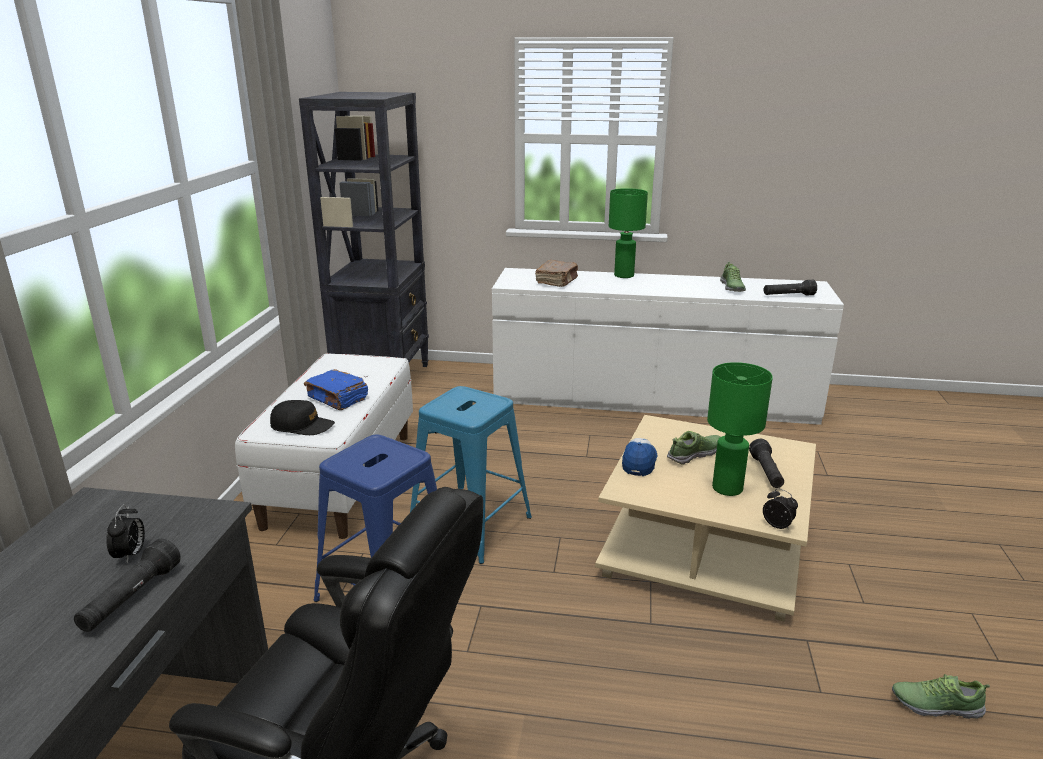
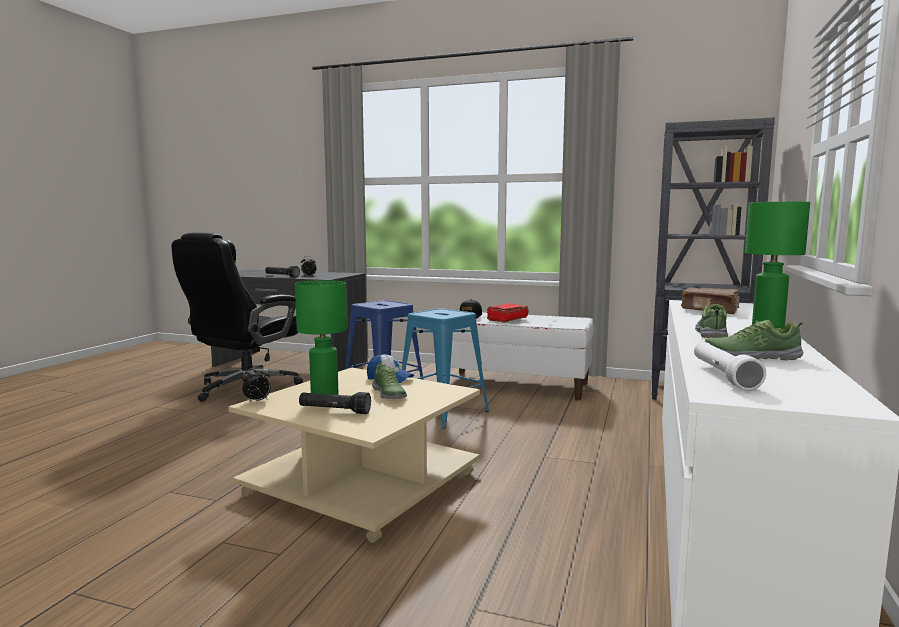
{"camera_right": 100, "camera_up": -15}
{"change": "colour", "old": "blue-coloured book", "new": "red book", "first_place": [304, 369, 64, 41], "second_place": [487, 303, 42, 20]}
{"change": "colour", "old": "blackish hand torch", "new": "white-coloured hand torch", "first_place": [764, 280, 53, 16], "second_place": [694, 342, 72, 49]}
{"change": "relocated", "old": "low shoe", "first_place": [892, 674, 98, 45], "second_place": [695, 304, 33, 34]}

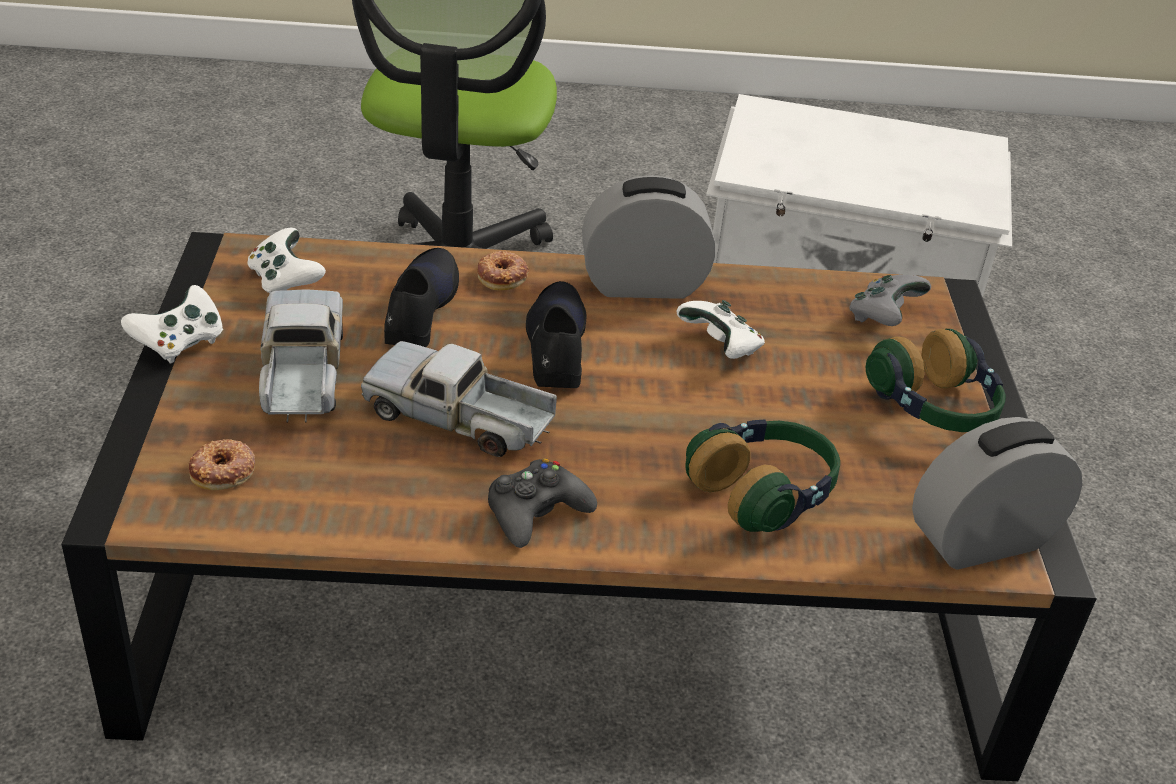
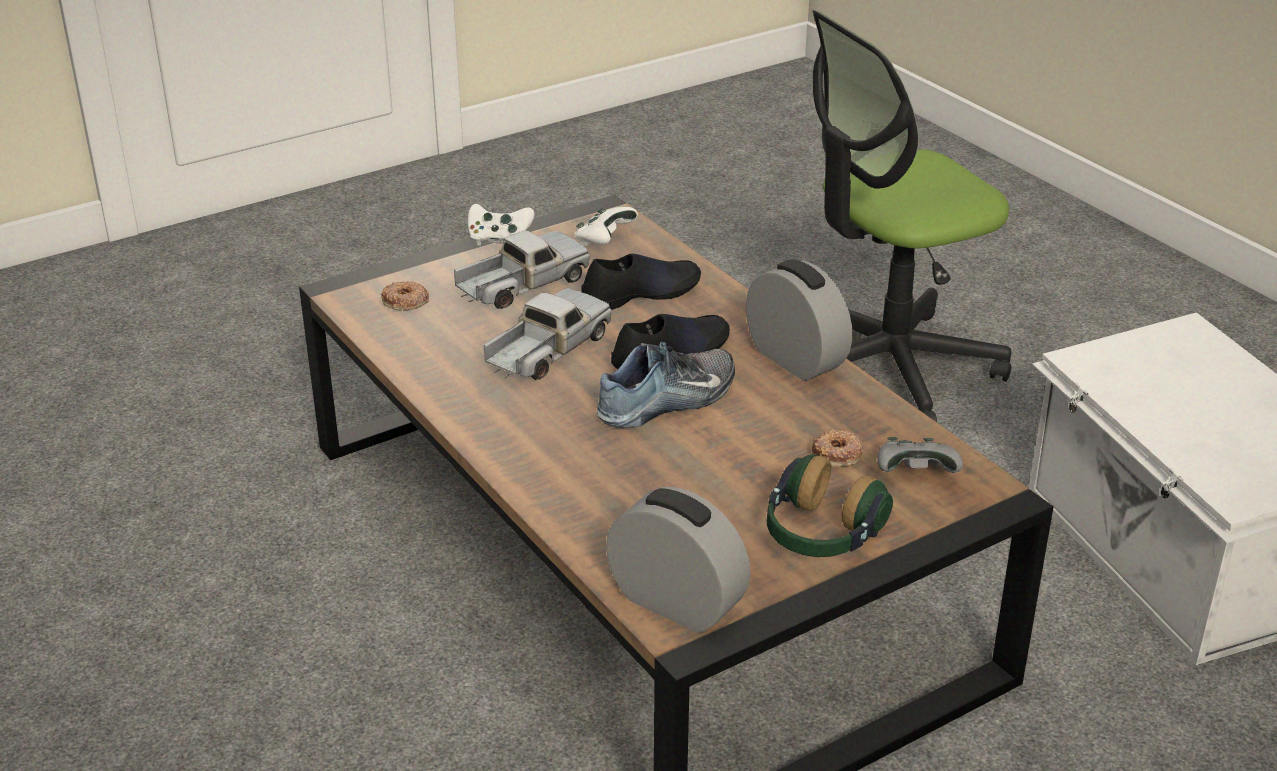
{"camera_right": 60, "camera_up": -5}
{"change": "spun", "old": "toy truck", "first_place": [361, 341, 196, 116], "second_place": [483, 288, 129, 92], "degrees": 45}
{"change": "relocated", "old": "doughnut", "first_place": [477, 251, 52, 40], "second_place": [812, 430, 52, 37]}
{"change": "missing", "old": "blackish joypad", "first_place": [488, 458, 109, 90]}
{"change": "missing", "old": "white-coloured joypad", "first_place": [676, 300, 89, 59]}
{"change": "missing", "old": "headset", "first_place": [685, 420, 155, 112]}
{"change": "appeared", "new": "low shoe", "second_place": [597, 342, 138, 86]}

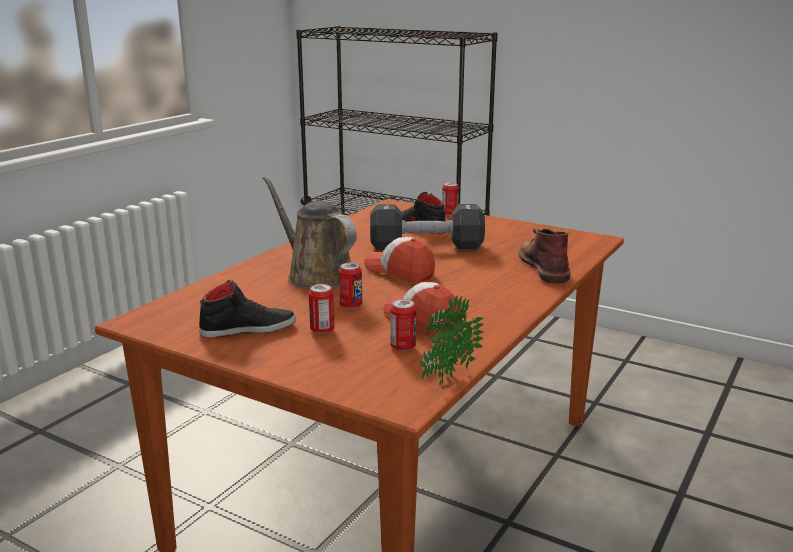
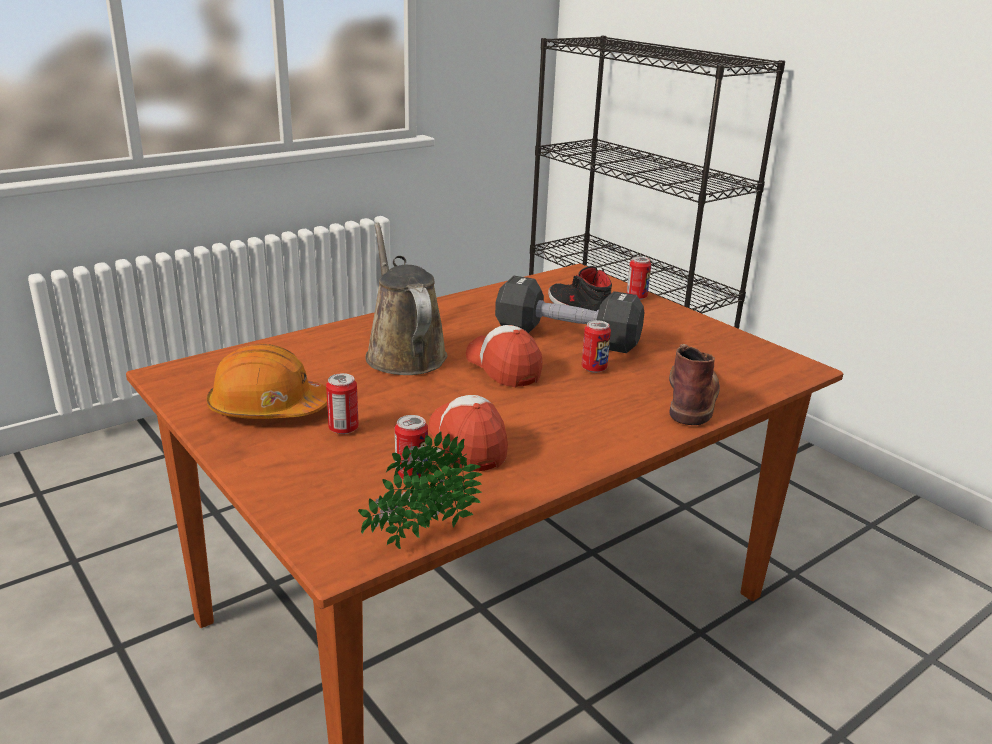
{"camera_right": 20, "camera_up": 5}
{"change": "exchanged", "old": "blackish low shoe", "new": "orange-coloured hard hat", "first_place": [199, 280, 97, 59], "second_place": [206, 343, 121, 76]}
{"change": "relocated", "old": "can", "first_place": [339, 263, 23, 46], "second_place": [582, 320, 29, 53]}

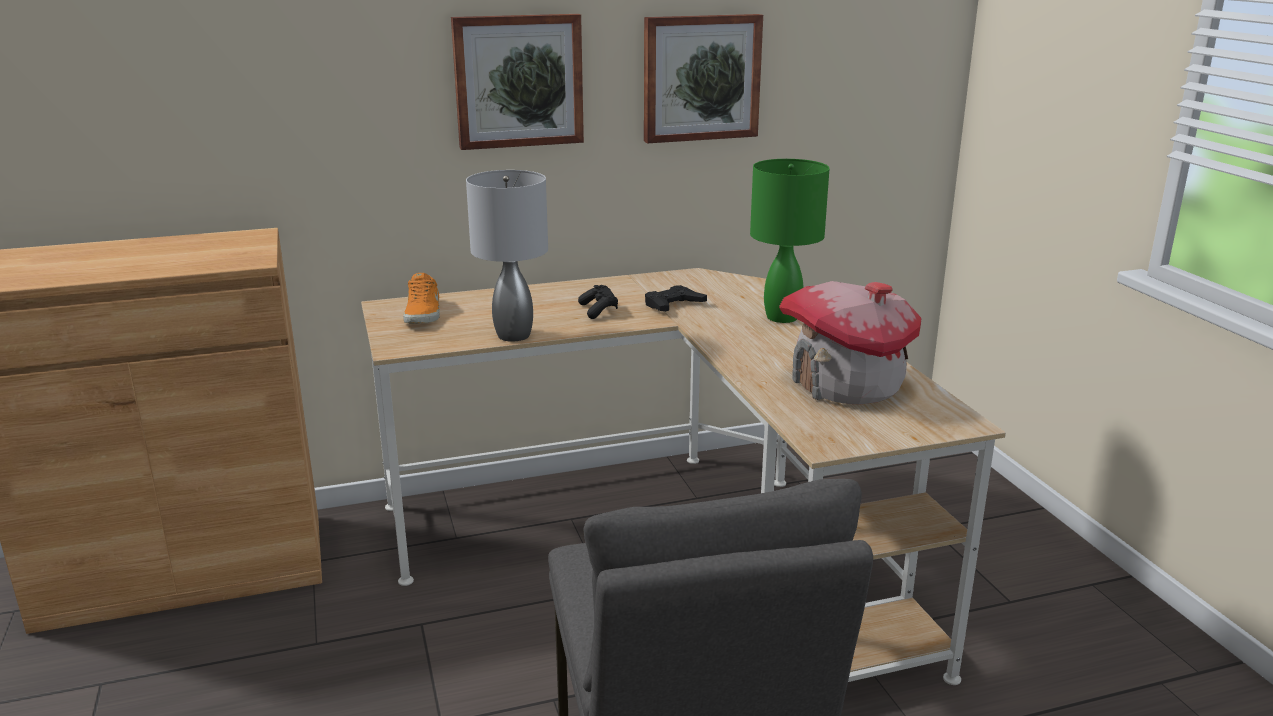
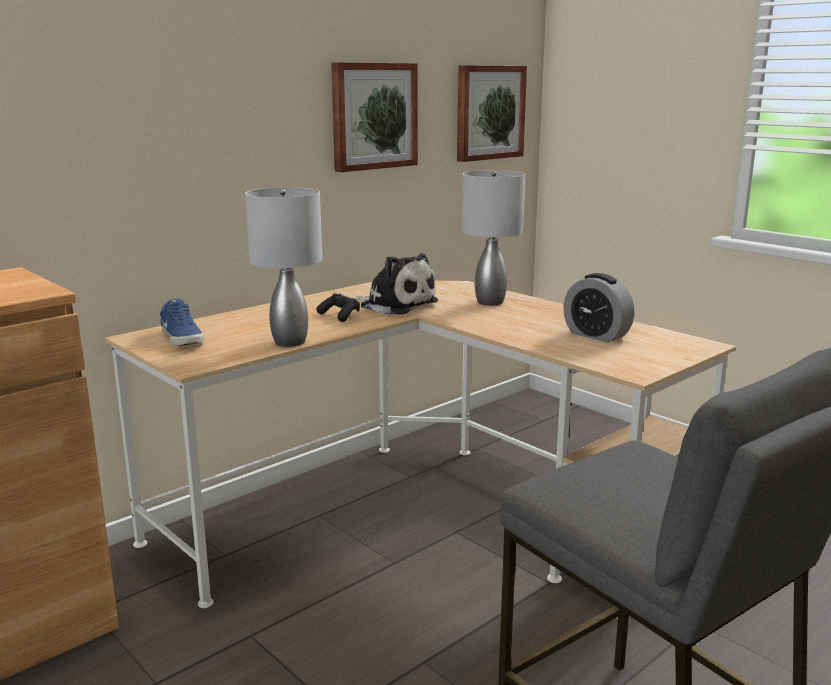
{"camera_right": -25, "camera_up": -5}
{"change": "colour", "old": "orange-coloured low shoe", "new": "blue-coloured low shoe", "first_place": [403, 273, 37, 50], "second_place": [160, 299, 44, 47]}
{"change": "relocated", "old": "wall art", "first_place": [451, 14, 133, 136], "second_place": [457, 65, 70, 97]}
{"change": "exchanged", "old": "blackish joypad", "new": "plush toy", "first_place": [645, 285, 62, 27], "second_place": [353, 253, 85, 62]}
{"change": "colour", "old": "green tabletop lamp", "new": "greyish tabletop lamp", "first_place": [750, 159, 80, 164], "second_place": [462, 170, 63, 135]}
{"change": "exchanged", "old": "miniature house", "new": "bedside clock", "first_place": [779, 281, 142, 123], "second_place": [563, 273, 71, 70]}

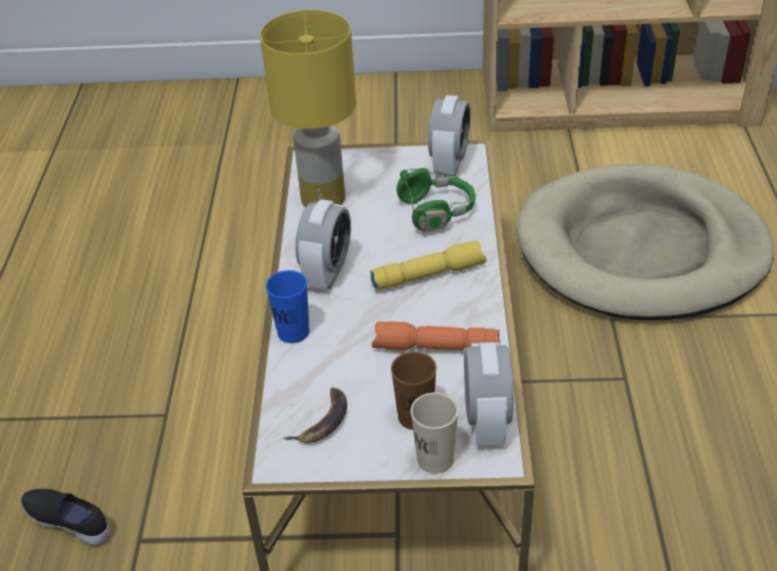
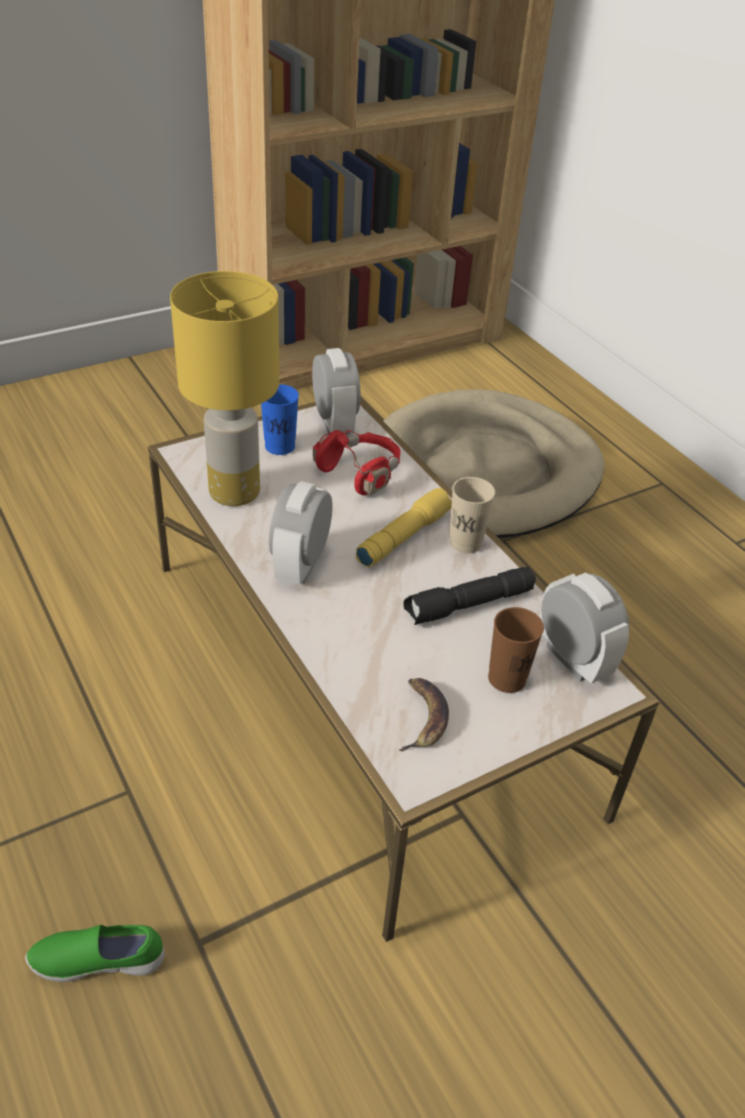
{"camera_right": -35, "camera_up": 0}
{"change": "colour", "old": "blackish low shoe", "new": "green low shoe", "first_place": [21, 489, 89, 56], "second_place": [25, 925, 139, 57]}
{"change": "relocated", "old": "blue-coloured cup", "first_place": [266, 270, 43, 73], "second_place": [261, 384, 38, 71]}
{"change": "spun", "old": "bedside clock", "first_place": [295, 199, 56, 90], "second_place": [269, 481, 64, 104], "degrees": -150}
{"change": "colour", "old": "orange-coloured hand torch", "new": "blackish hand torch", "first_place": [372, 321, 128, 29], "second_place": [403, 567, 133, 58]}
{"change": "colour", "old": "green headset", "new": "red headset", "first_place": [397, 168, 79, 64], "second_place": [313, 430, 88, 65]}
{"change": "relocated", "old": "beige cup", "first_place": [411, 393, 47, 81], "second_place": [449, 477, 46, 77]}

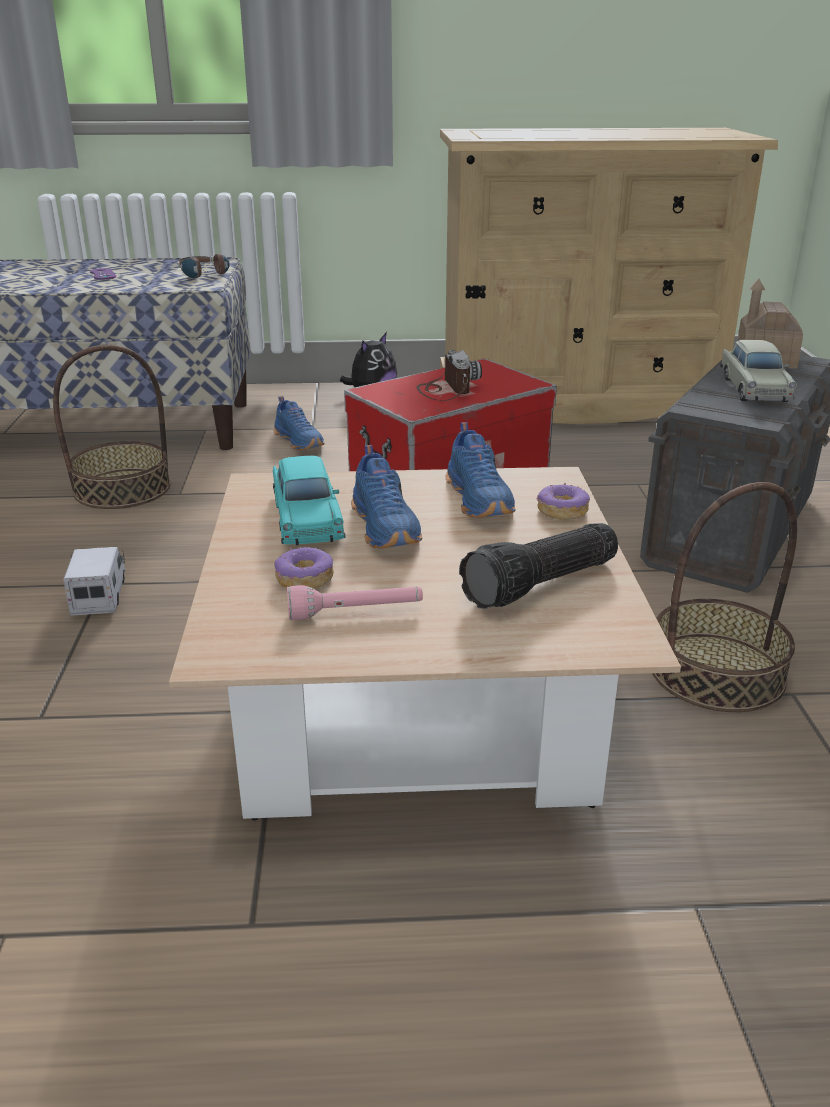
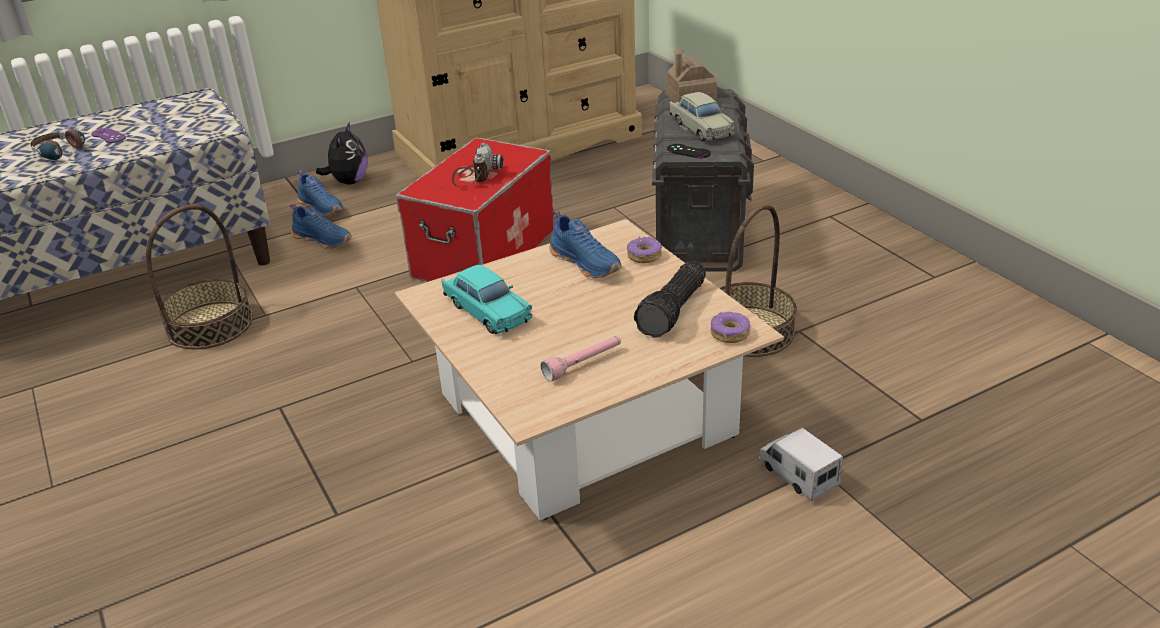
{"camera_right": -25, "camera_up": 5}
{"change": "relocated", "old": "toy truck", "first_place": [63, 547, 63, 69], "second_place": [759, 428, 84, 74]}
{"change": "relocated", "old": "headset", "first_place": [178, 254, 52, 24], "second_place": [31, 129, 54, 31]}
{"change": "relocated", "old": "doughnut", "first_place": [274, 546, 60, 43], "second_place": [711, 312, 39, 31]}
{"change": "relocated", "old": "blue-coloured low shoe", "first_place": [351, 445, 71, 104], "second_place": [297, 171, 47, 46]}
{"change": "spun", "old": "still camera", "first_place": [416, 350, 66, 51], "second_place": [452, 143, 51, 44], "degrees": 45}
{"change": "appeared", "new": "blackish joypad", "second_place": [667, 144, 44, 14]}

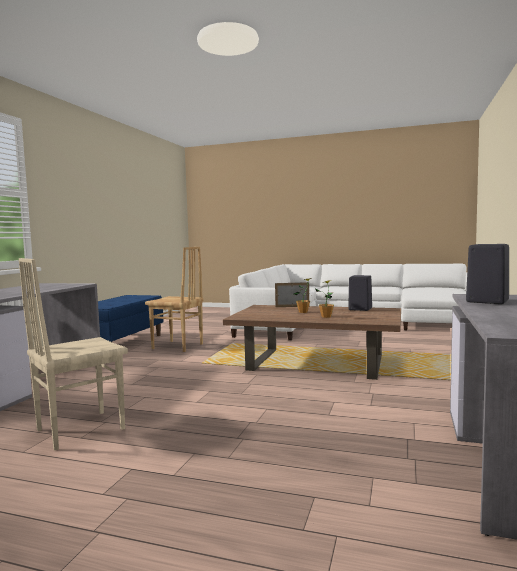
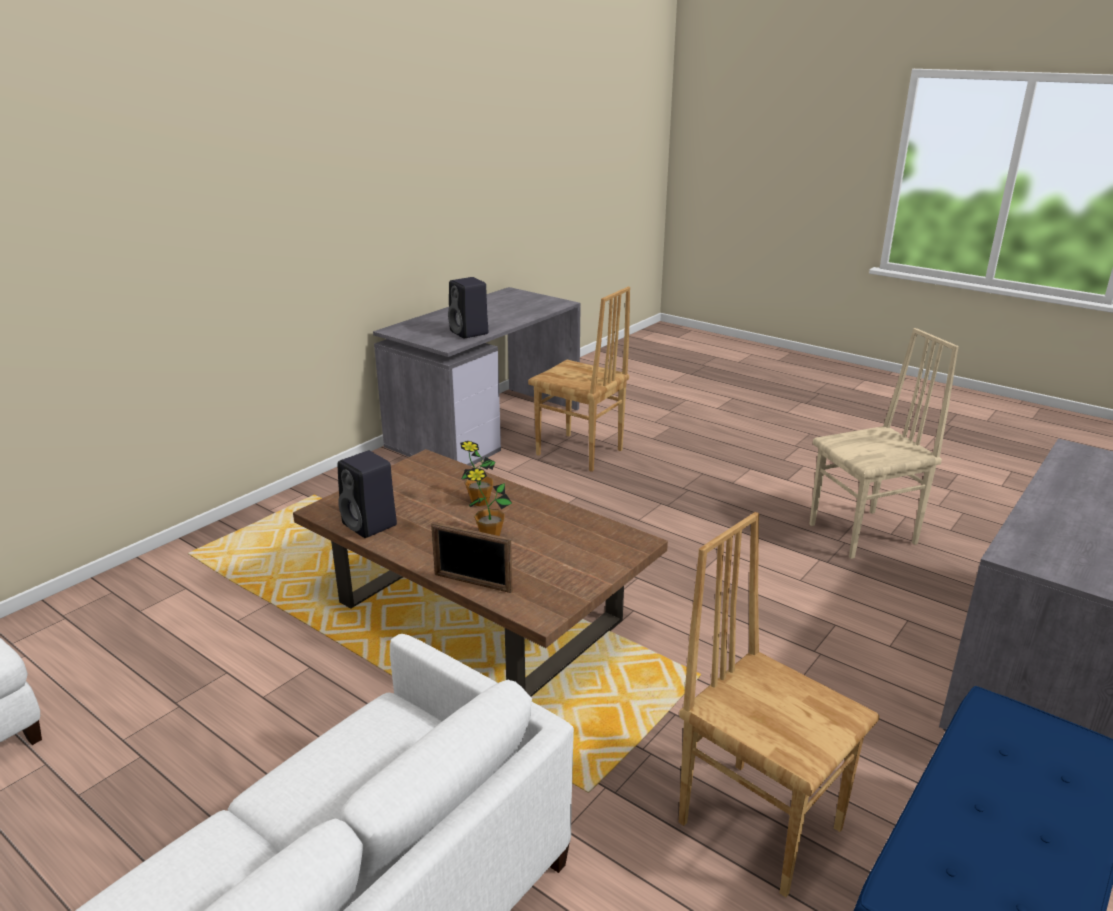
{"camera_right": -160, "camera_up": 20}
{"change": "appeared", "new": "brown upright chair", "second_place": [528, 287, 102, 185]}

